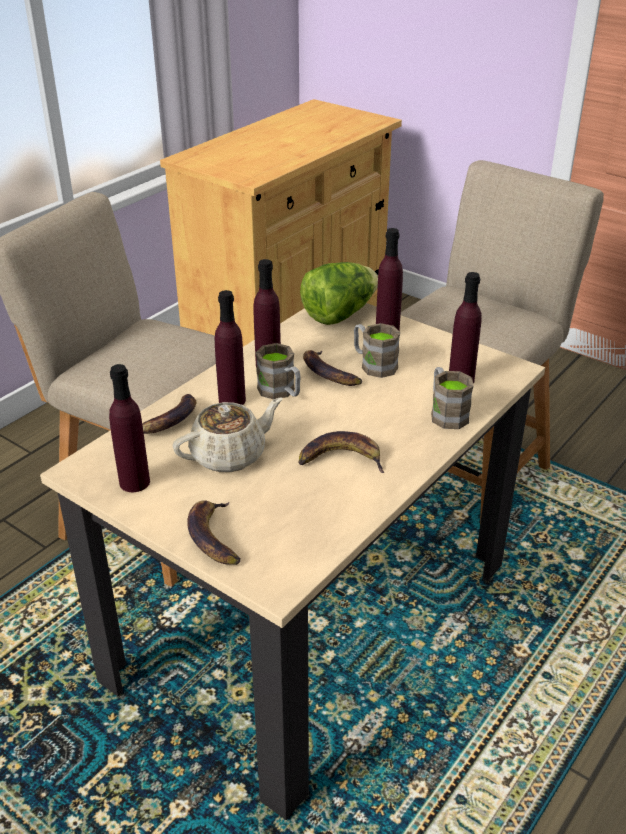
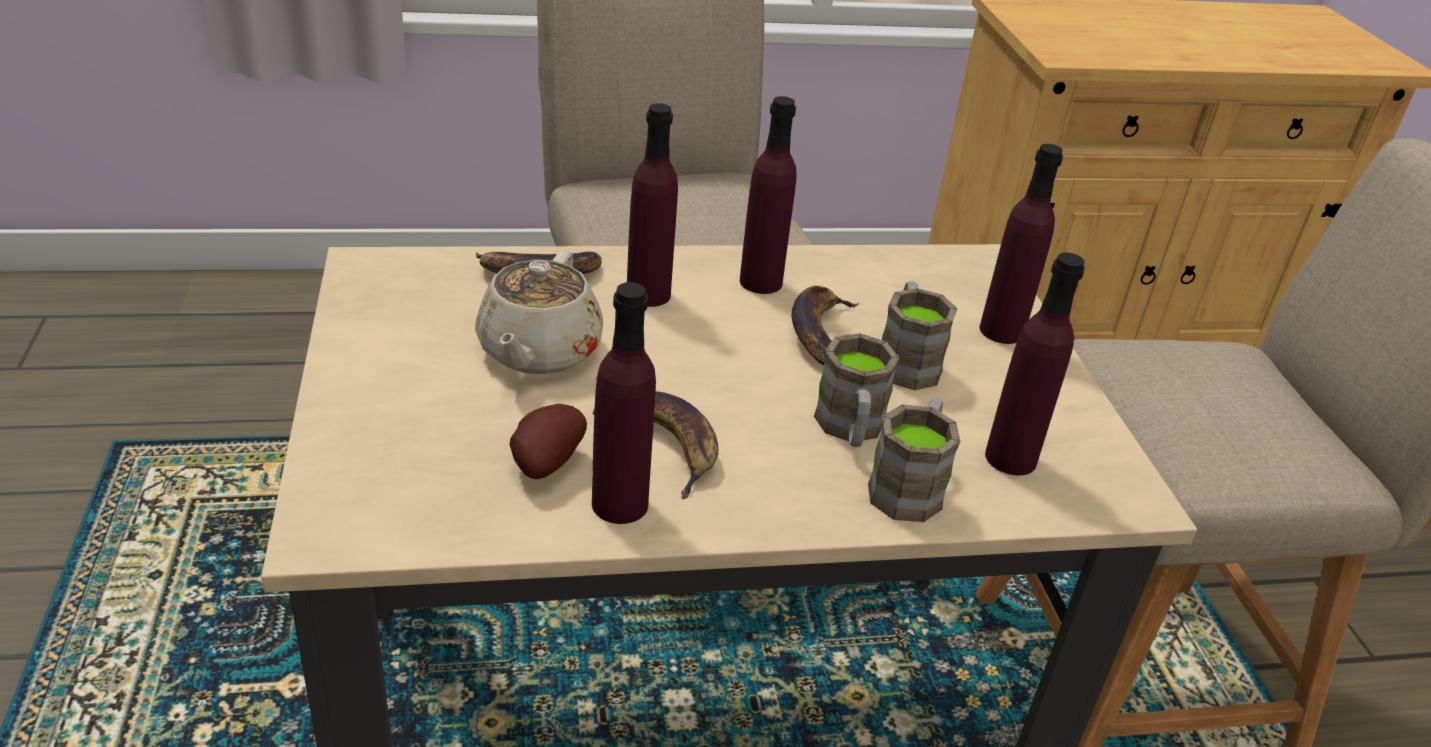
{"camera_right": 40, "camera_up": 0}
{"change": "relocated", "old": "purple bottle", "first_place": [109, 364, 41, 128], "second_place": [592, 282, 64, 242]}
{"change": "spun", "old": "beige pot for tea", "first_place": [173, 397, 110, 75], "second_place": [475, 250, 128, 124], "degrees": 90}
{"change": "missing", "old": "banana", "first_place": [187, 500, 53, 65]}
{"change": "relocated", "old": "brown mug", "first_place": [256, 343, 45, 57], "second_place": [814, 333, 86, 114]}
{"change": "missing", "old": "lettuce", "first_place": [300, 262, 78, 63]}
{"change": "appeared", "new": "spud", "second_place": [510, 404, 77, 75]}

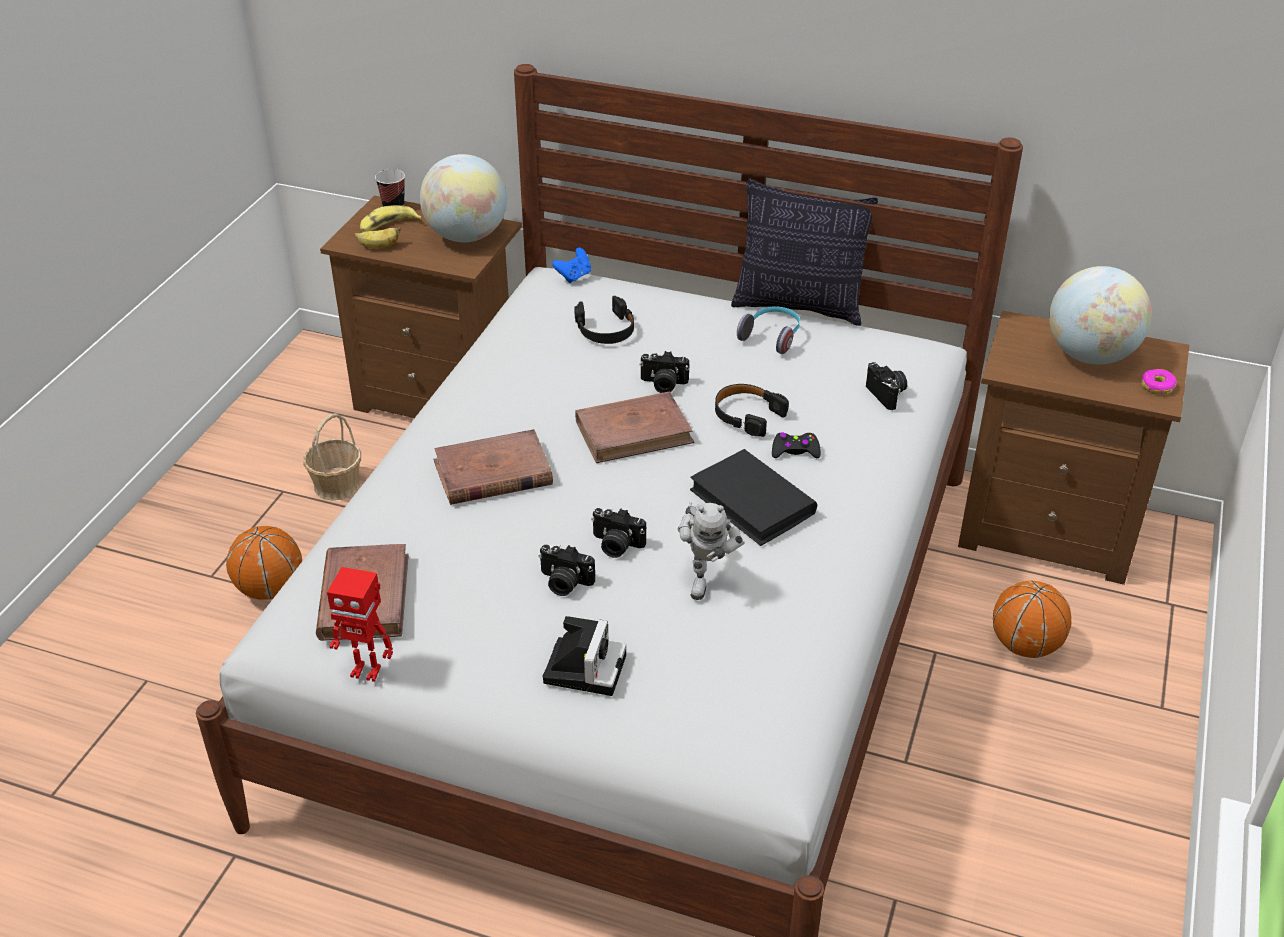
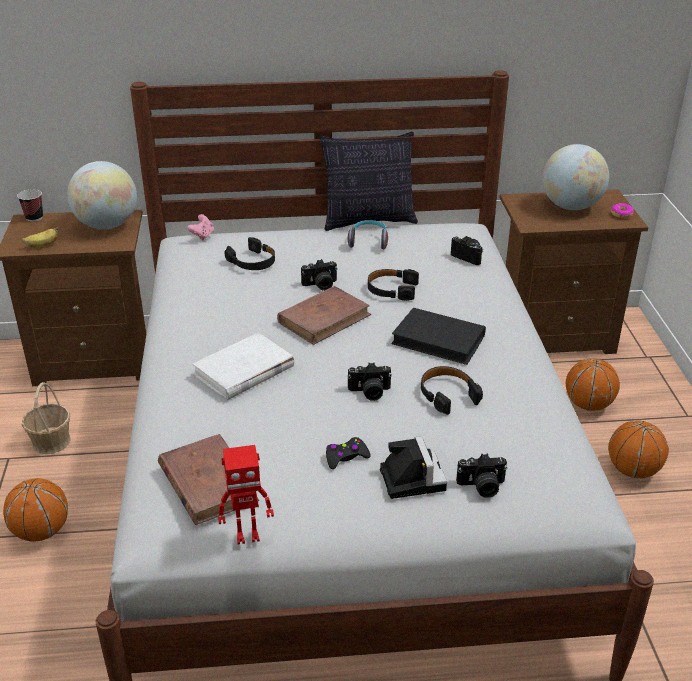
{"camera_right": -25, "camera_up": -5}
{"change": "missing", "old": "banana", "first_place": [360, 205, 62, 28]}
{"change": "colour", "old": "brown book", "new": "white-coloured book", "first_place": [433, 429, 120, 76], "second_place": [191, 333, 103, 67]}
{"change": "relocated", "old": "still camera", "first_place": [538, 545, 57, 51], "second_place": [456, 454, 51, 44]}
{"change": "colour", "old": "blue-coloured joypad", "new": "pinkish joypad", "first_place": [552, 248, 39, 35], "second_place": [187, 214, 27, 26]}
{"change": "exchanged", "old": "robot figure", "new": "blackish headset", "first_place": [678, 502, 67, 98], "second_place": [421, 366, 62, 49]}
{"change": "relocated", "old": "blackish joypad", "first_place": [772, 433, 49, 25], "second_place": [326, 437, 45, 32]}
{"change": "appeared", "new": "basketball", "second_place": [608, 421, 61, 57]}

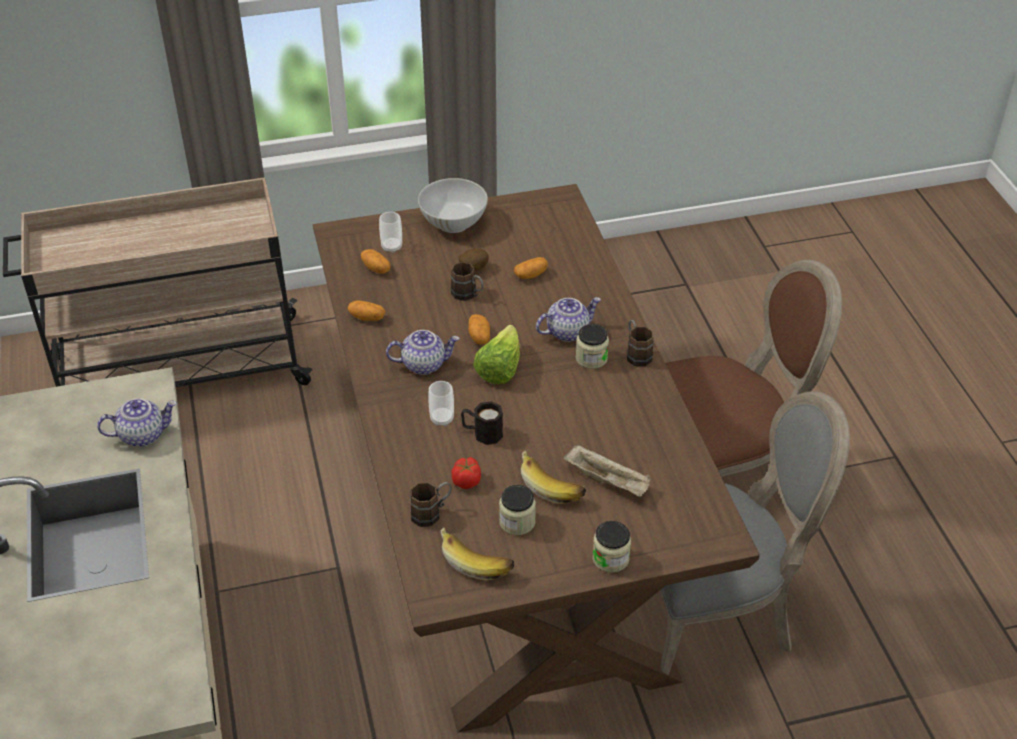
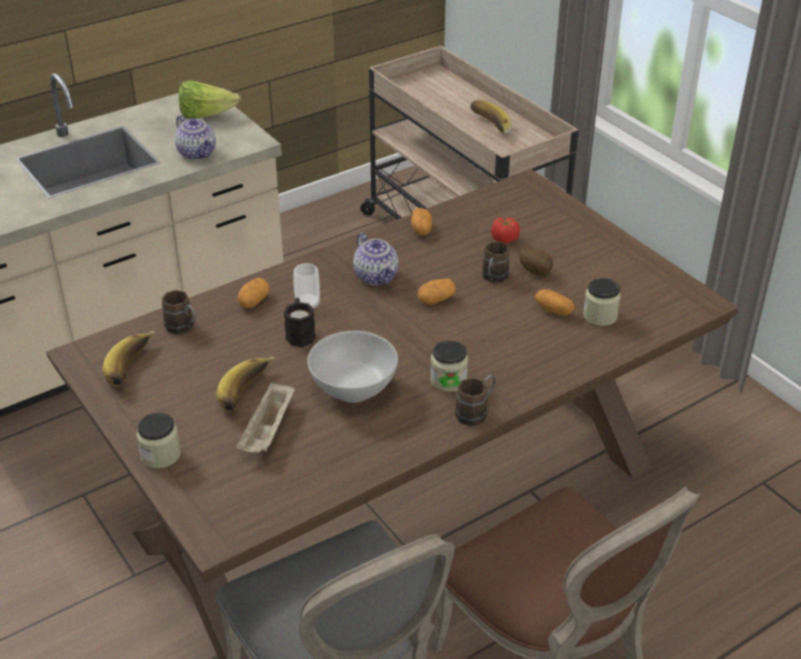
{"camera_right": 70, "camera_up": -5}
{"change": "relocated", "old": "spud", "first_place": [361, 249, 29, 25], "second_place": [238, 278, 32, 30]}
{"change": "missing", "old": "cup", "first_place": [379, 212, 23, 41]}
{"change": "relocated", "old": "white-coloured serving bowl", "first_place": [418, 178, 70, 55], "second_place": [307, 331, 91, 72]}
{"change": "relocated", "old": "fresh tomato", "first_place": [451, 457, 30, 32], "second_place": [491, 218, 29, 25]}
{"change": "relocated", "old": "lettuce", "first_place": [473, 325, 47, 59], "second_place": [179, 80, 62, 39]}
{"change": "relocated", "old": "preserve jar", "first_place": [499, 485, 37, 50], "second_place": [583, 278, 38, 48]}
{"change": "missing", "old": "pot for tea", "first_place": [536, 297, 65, 45]}
{"change": "appeared", "new": "banana", "second_place": [470, 100, 42, 34]}

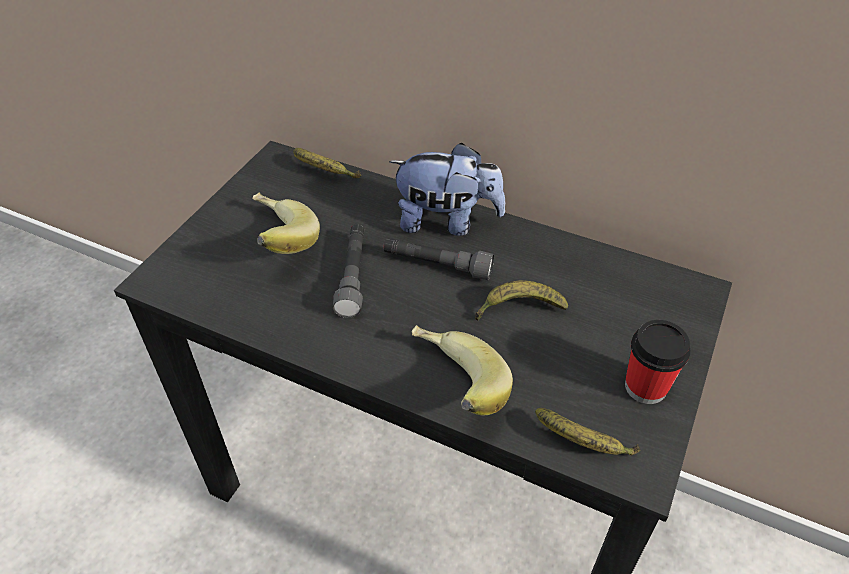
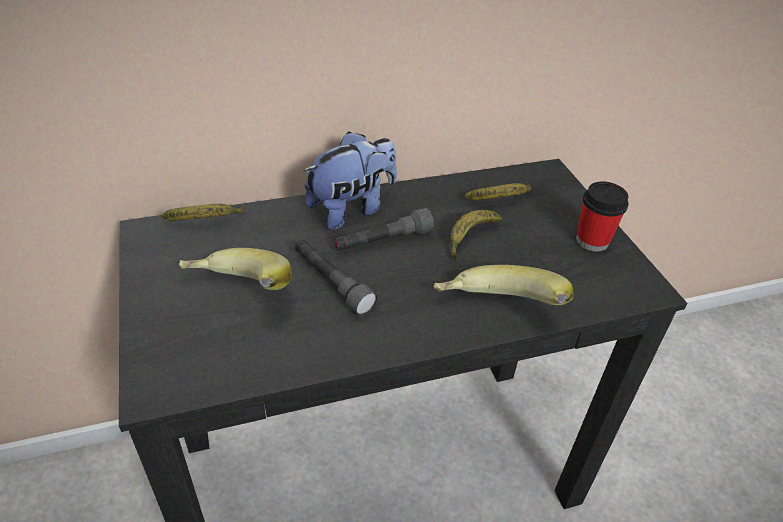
{"camera_right": -45, "camera_up": -5}
{"change": "relocated", "old": "banana", "first_place": [535, 408, 105, 48], "second_place": [465, 183, 66, 17]}

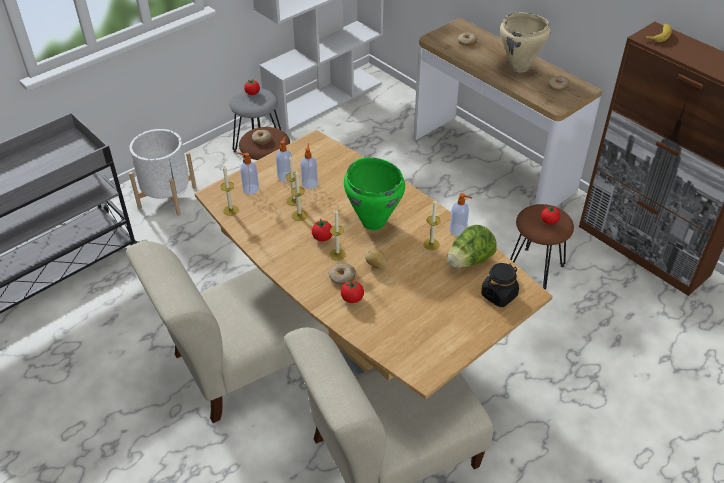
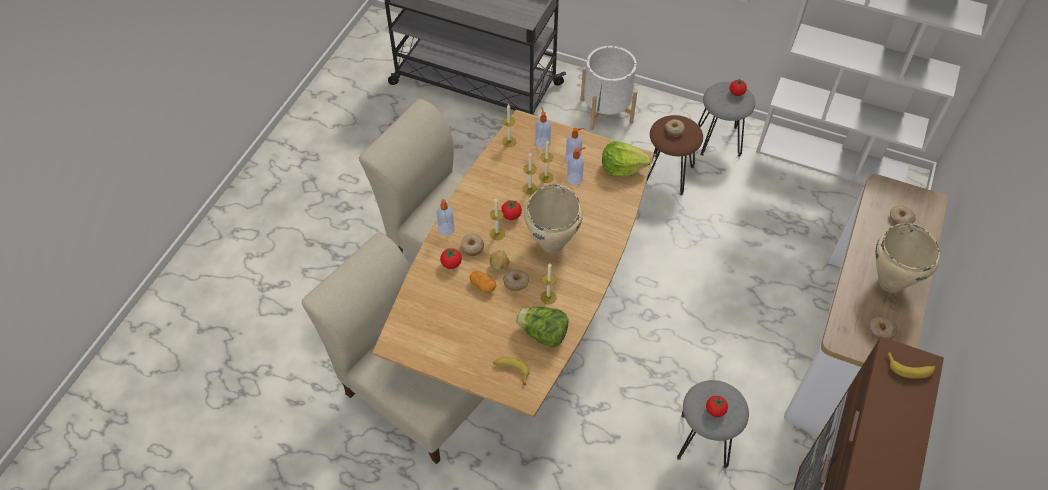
{"camera_right": 65, "camera_up": 10}
{"change": "colour", "old": "green stockpot", "new": "beige stockpot", "first_place": [344, 157, 61, 73], "second_place": [524, 184, 59, 69]}
{"change": "relocated", "old": "soap bottle", "first_place": [450, 193, 22, 43], "second_place": [436, 199, 19, 37]}
{"change": "exchanged", "old": "blackish preserve jar", "new": "banana", "first_place": [481, 263, 38, 44], "second_place": [493, 357, 37, 28]}
{"change": "colour", "old": "brown stool seat", "new": "greyish stool seat", "first_place": [510, 204, 64, 86], "second_place": [677, 380, 72, 88]}
{"change": "appeared", "new": "spud", "second_place": [469, 271, 27, 22]}
{"change": "appeared", "new": "doughnut", "second_place": [503, 269, 26, 22]}
{"change": "appeared", "new": "lettuce", "second_place": [602, 141, 49, 36]}

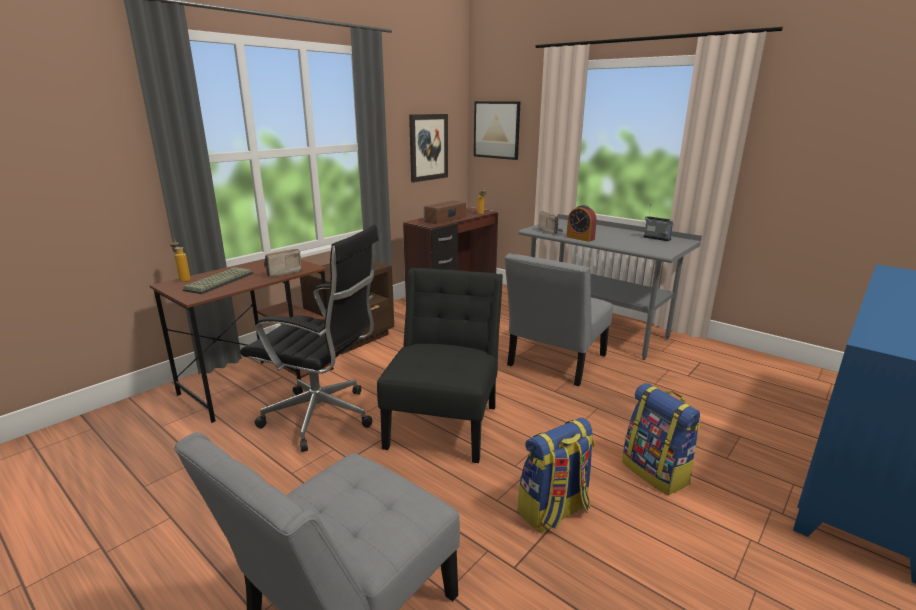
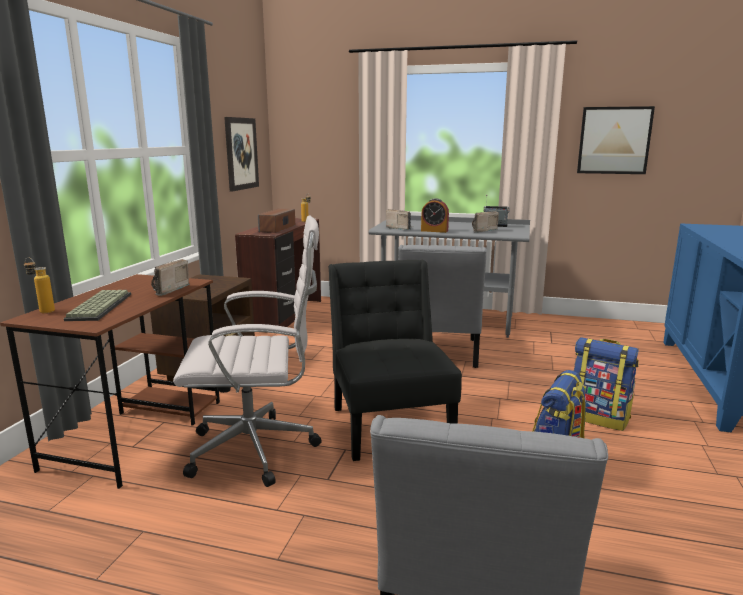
{"camera_right": -25, "camera_up": -5}
{"change": "colour", "old": "blackish computer chair", "new": "white-coloured computer chair", "first_place": [240, 225, 139, 227], "second_place": [173, 215, 149, 272]}
{"change": "relocated", "old": "wall art", "first_place": [474, 101, 46, 59], "second_place": [577, 106, 78, 68]}
{"change": "appeared", "new": "radio receiver", "second_place": [472, 211, 27, 22]}

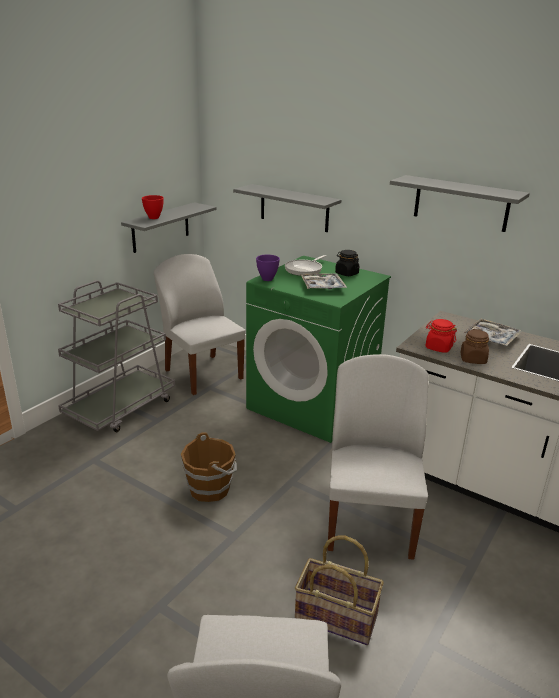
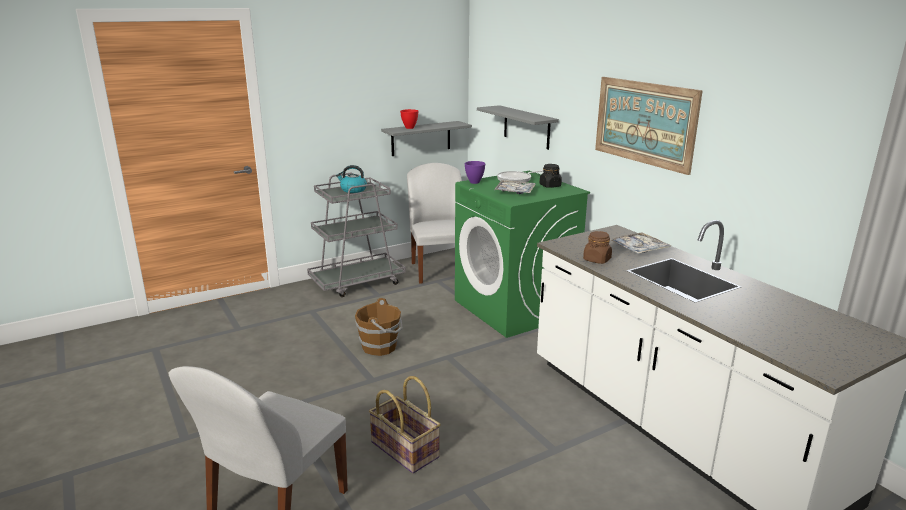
{"camera_right": 25, "camera_up": -5}
{"change": "missing", "old": "white-coloured upright chair", "first_place": [327, 354, 101, 206]}
{"change": "exchanged", "old": "greyish shelf", "new": "wall art", "first_place": [390, 175, 140, 57], "second_place": [595, 77, 108, 98]}
{"change": "missing", "old": "red preserve jar", "first_place": [425, 319, 32, 34]}
{"change": "appeared", "new": "kettle", "second_place": [336, 165, 31, 28]}

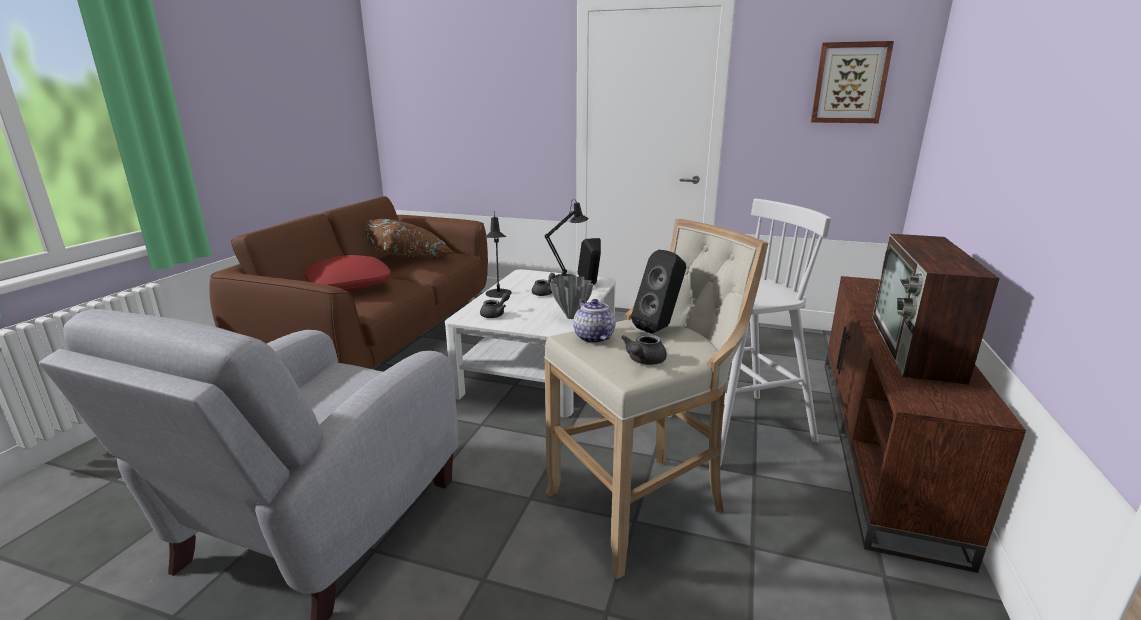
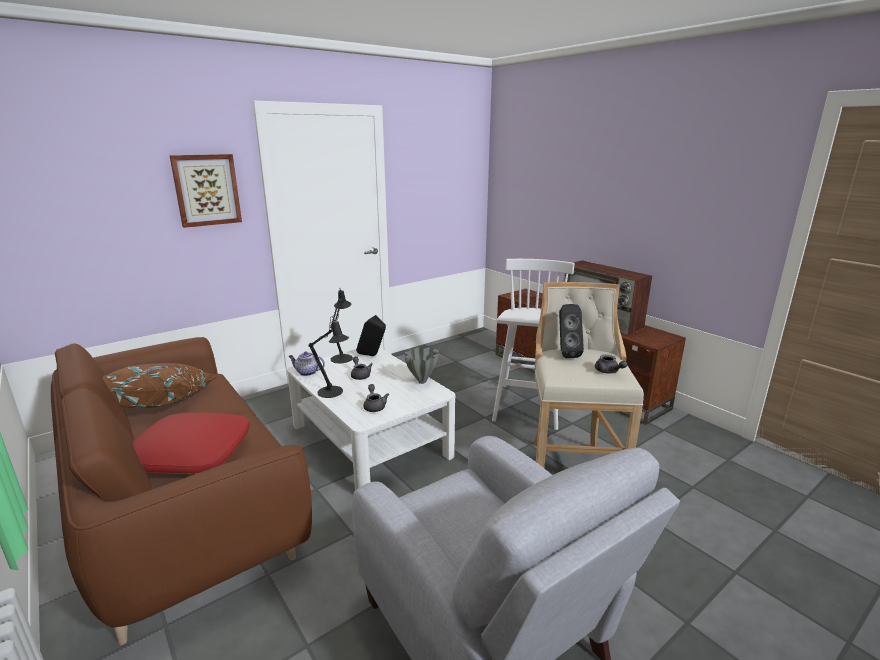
{"camera_right": -55, "camera_up": 0}
{"change": "relocated", "old": "pot for tea", "first_place": [573, 299, 43, 44], "second_place": [288, 352, 37, 24]}
{"change": "relocated", "old": "wall art", "first_place": [811, 41, 83, 82], "second_place": [169, 154, 73, 74]}

